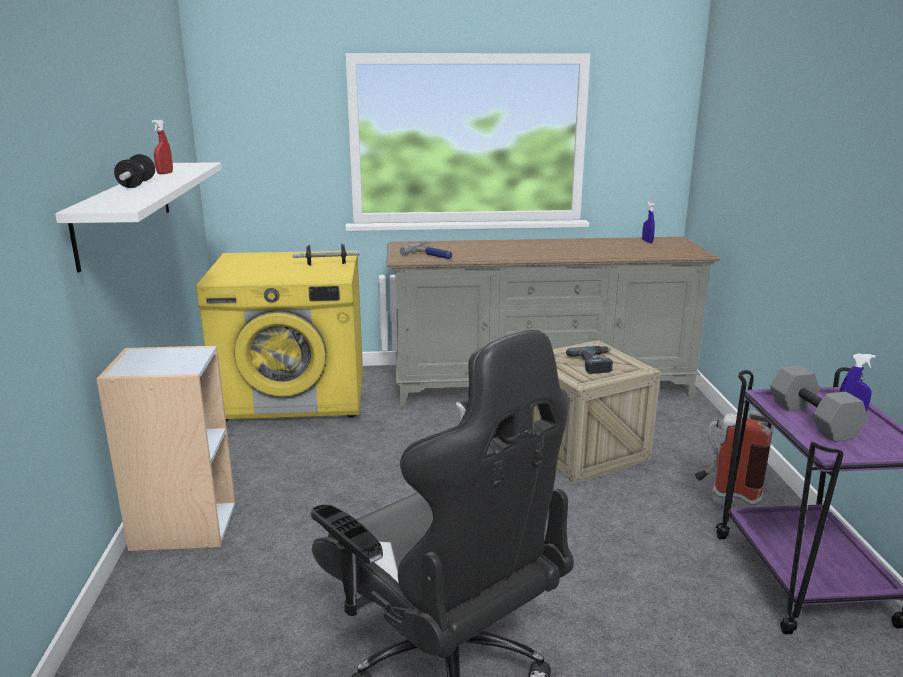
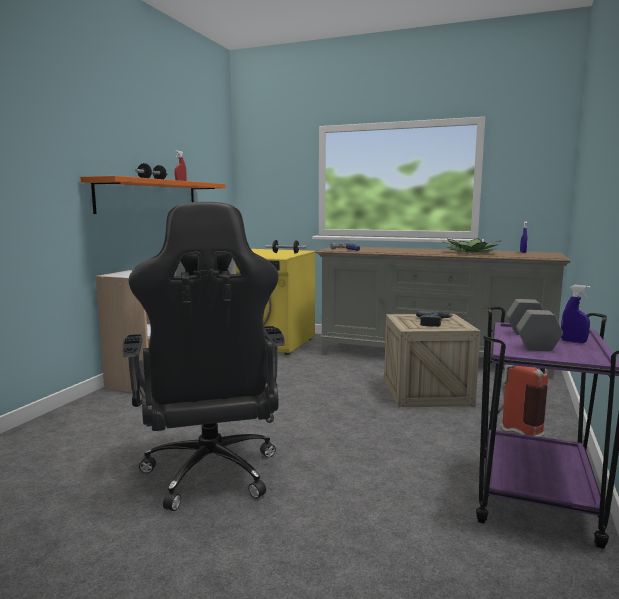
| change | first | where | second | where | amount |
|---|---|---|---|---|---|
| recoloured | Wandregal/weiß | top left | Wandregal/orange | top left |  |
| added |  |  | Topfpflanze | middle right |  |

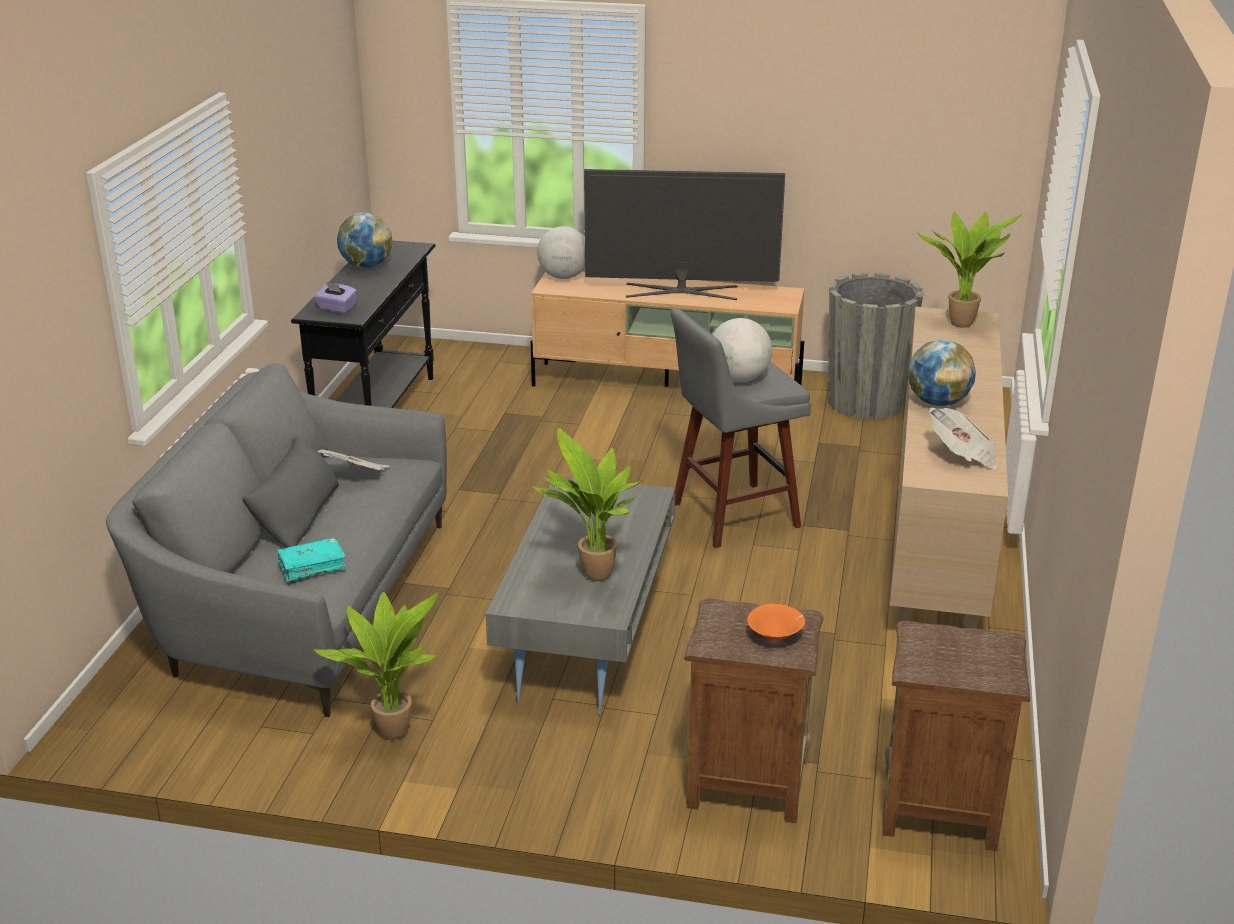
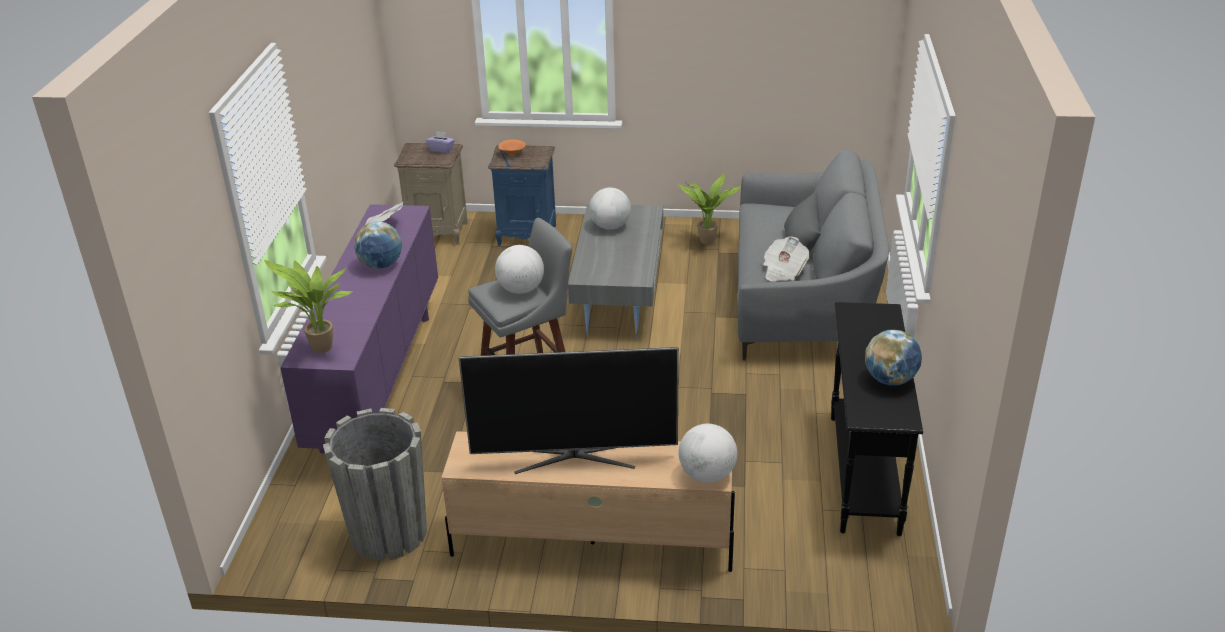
| change | first | where | second | where | amount |
|---|---|---|---|---|---|
| recoloured | Schrank/beige | middle right | Schrank/lila | middle left |  |
| moved | Taschentuchbox/lila | top left |  | top centre |  |
| recoloured | Nachttisch/beige (1st from left) | bottom centre | Nachttisch/blau | top centre |  |
| replaced | Topfpflanze (2nd from left) | centre | Globus (3rd from left) | top centre |  |
| removed | Buch/türkis | middle left |  |  |  |

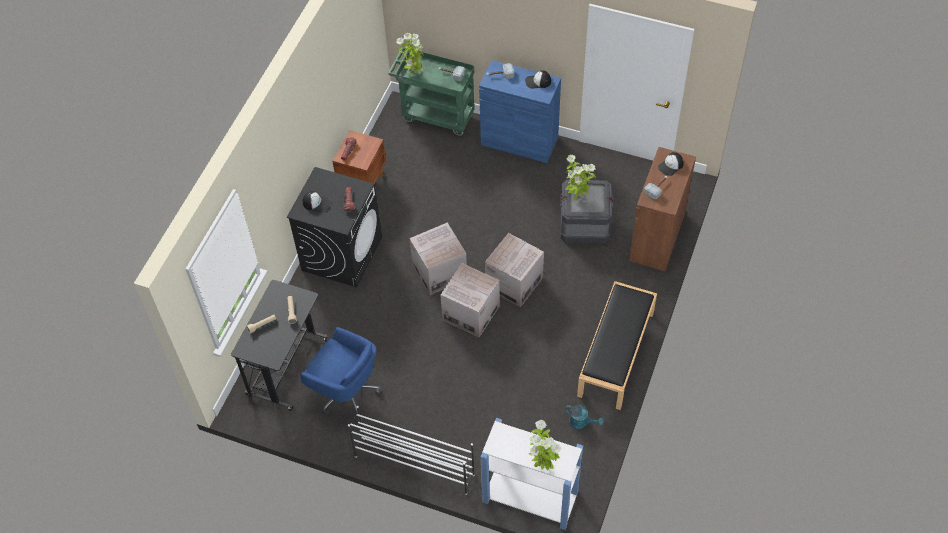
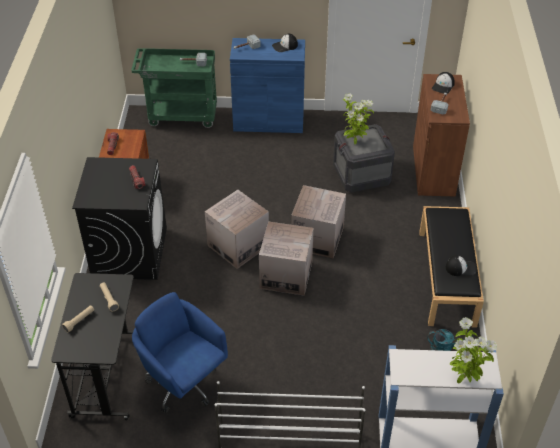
| change | first | where | second | where | amount |
|---|---|---|---|---|---|
| turned | Bürostuhl/blau | bottom centre |  | bottom left | 150 degrees counterclockwise |
| moved | Kappe (1st from left in the first image) | centre | Kappe (3rd from left) | middle right |  |
| removed | Topfpflanze (1st from left) | top centre |  |  |  |

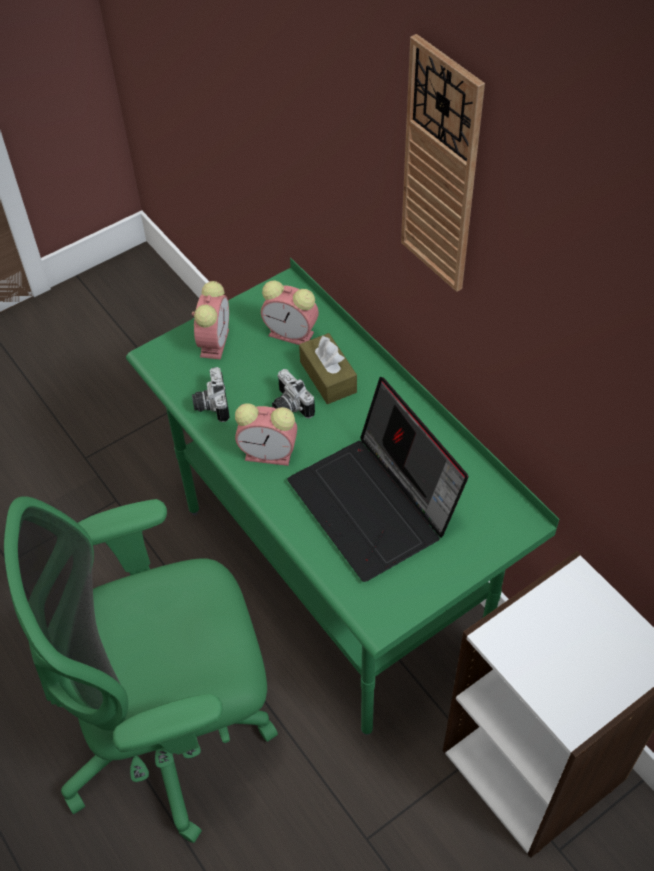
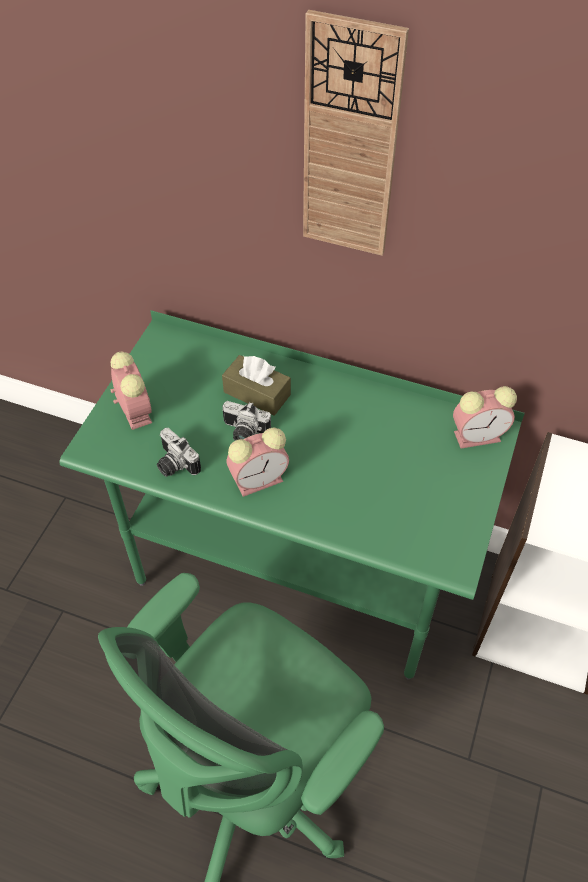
| change | first | where | second | where | amount |
|---|---|---|---|---|---|
| moved | Wecker (3rd from left) | centre |  | middle right |  |
| removed | Laptop | centre |  |  |  |

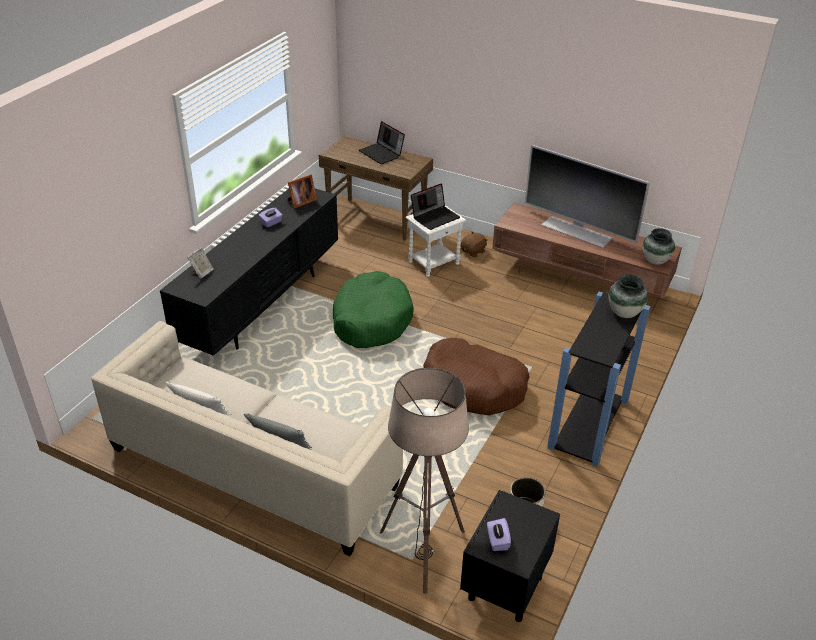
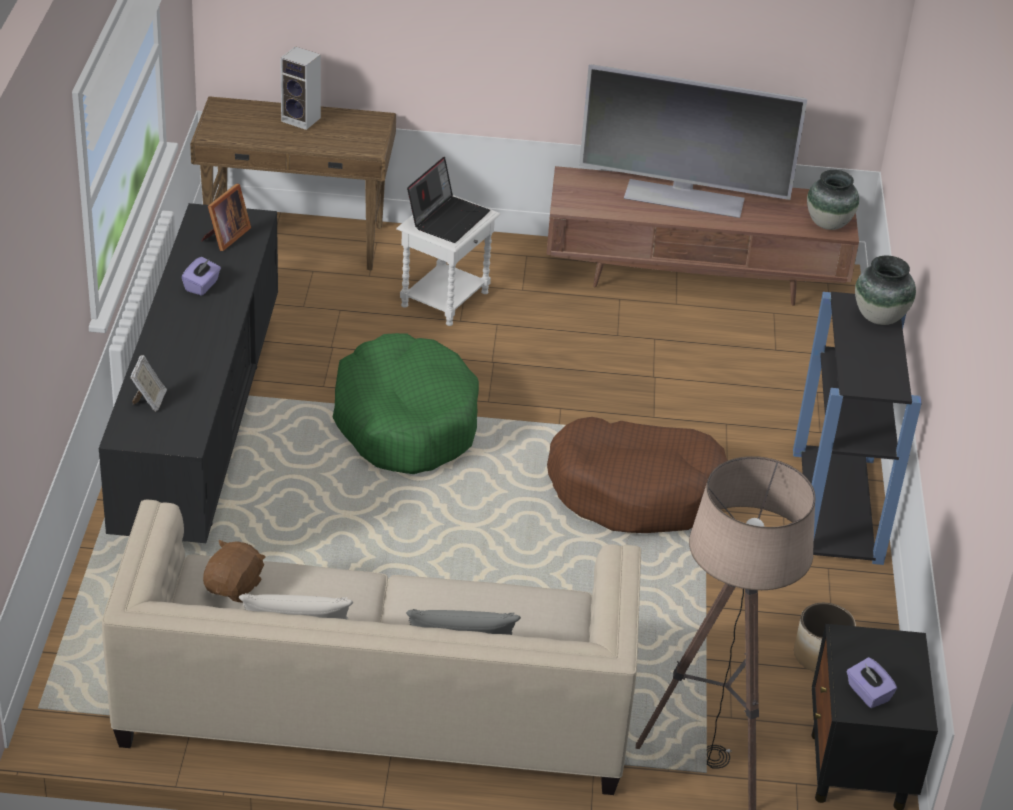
| change | first | where | second | where | amount |
|---|---|---|---|---|---|
| moved | Plüschtier/braun | centre |  | bottom left |  |
| replaced | Laptop (1st from left) | top centre | Lautsprecher | top left |  |

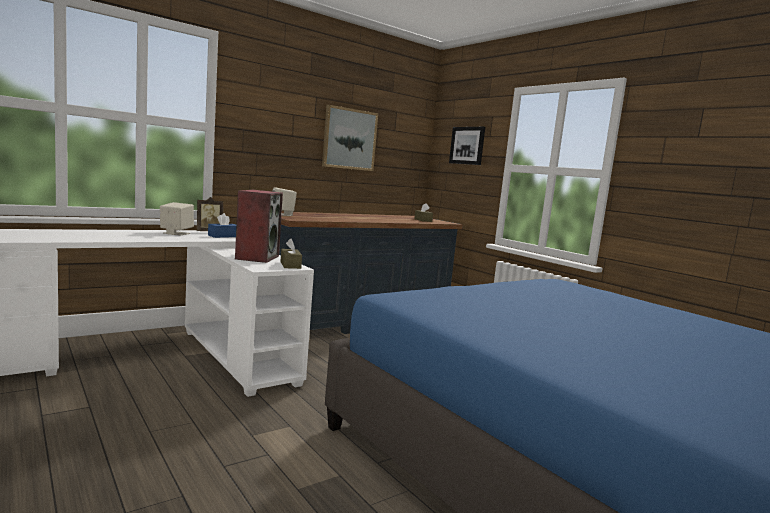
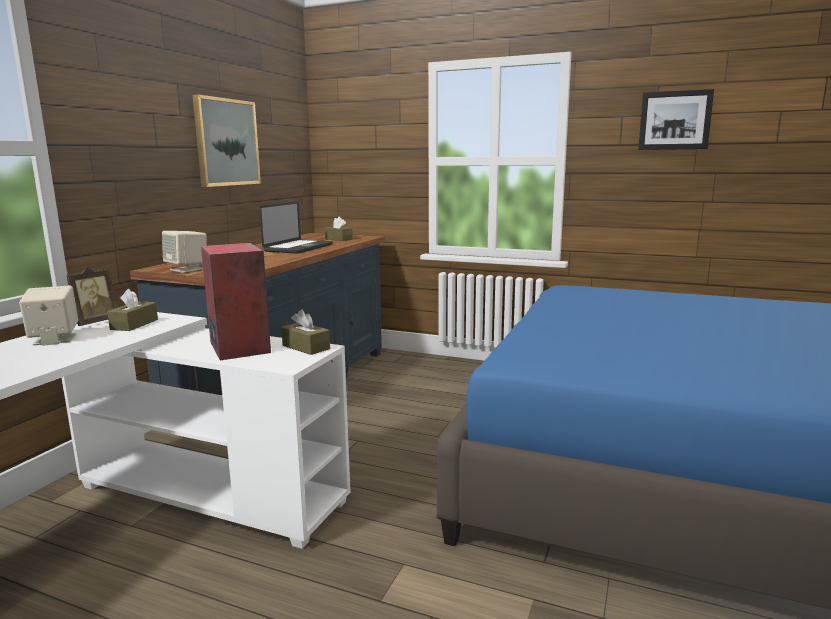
| change | first | where | second | where | amount |
|---|---|---|---|---|---|
| recoloured | Taschentuchbox/blau | middle left | Taschentuchbox/braun (1st from left) | middle left |  |
| added |  |  | Laptop | centre |  |
| moved | Bild (2nd from left) | top centre |  | top right |  |

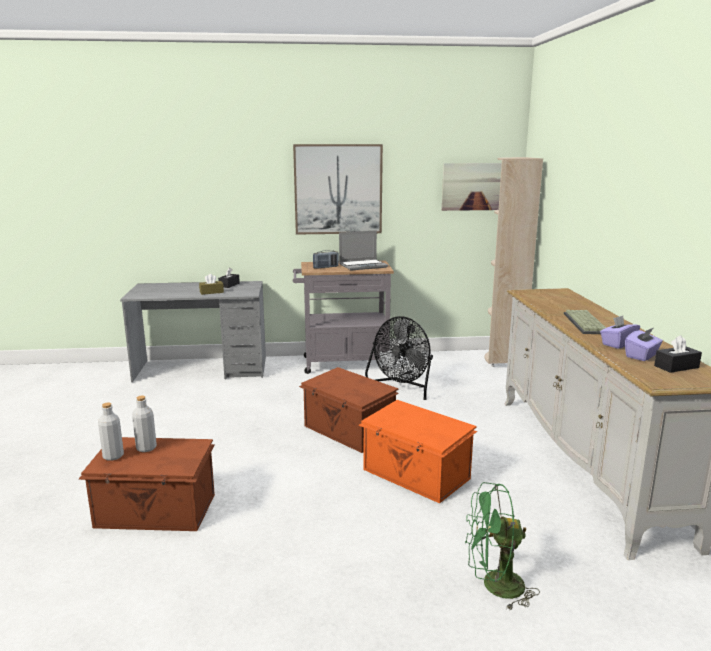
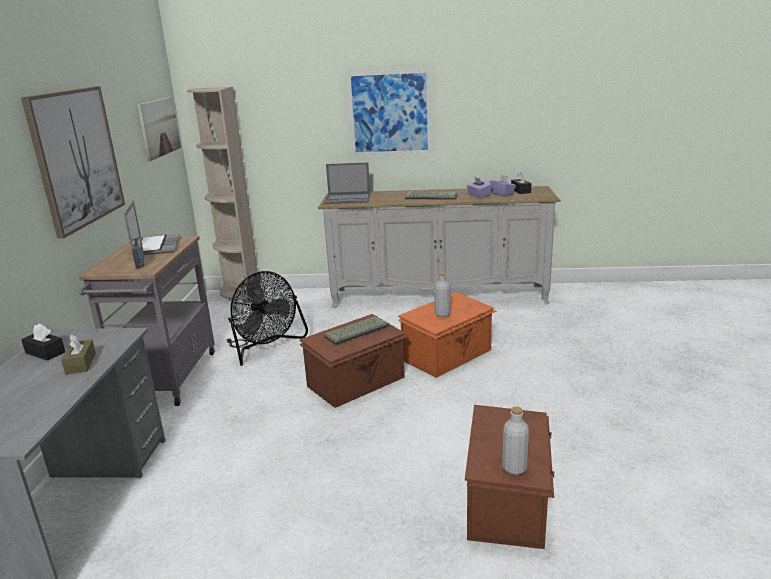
| change | first | where | second | where | amount |
|---|---|---|---|---|---|
| added |  |  | Laptop (2nd from left) | top centre |  |
| added |  |  | Tastatur (1st from left) | centre |  |
| added |  |  | Bild (3rd from left) | top centre |  |
| moved | Flasche/grau (2nd from left in the first image) | middle left | Flasche/grau (1st from left) | centre |  |
| removed | Ventilator/grün | bottom right |  |  |  |

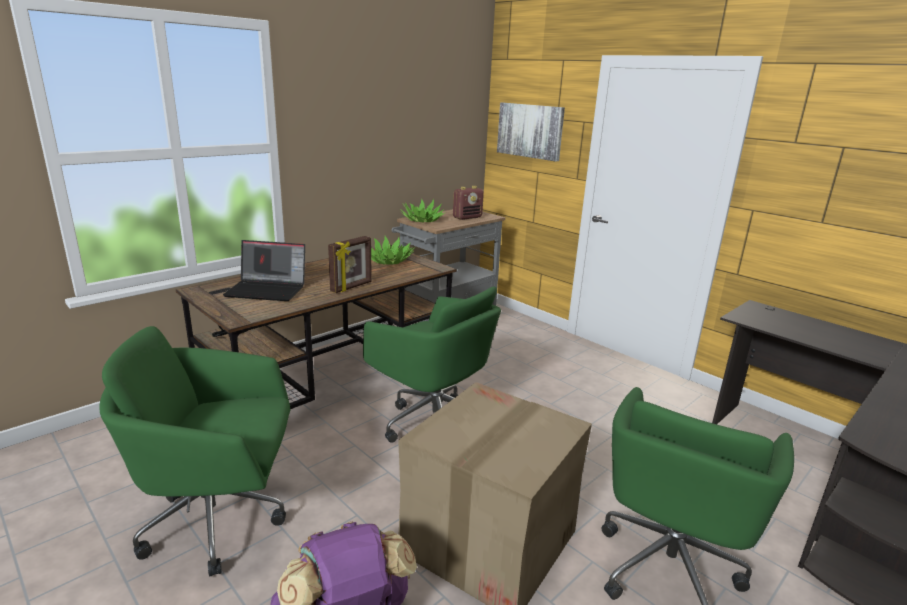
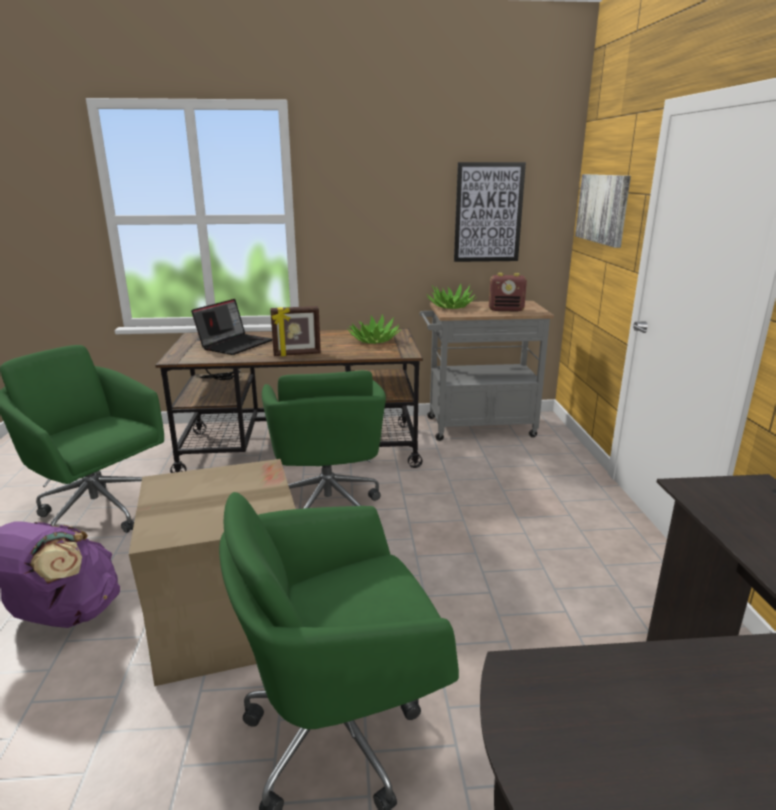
| change | first | where | second | where | amount |
|---|---|---|---|---|---|
| turned | Laptop | middle left |  | middle left | 105 degrees counterclockwise |
| added |  |  | Bild (1st from left) | top centre |  |

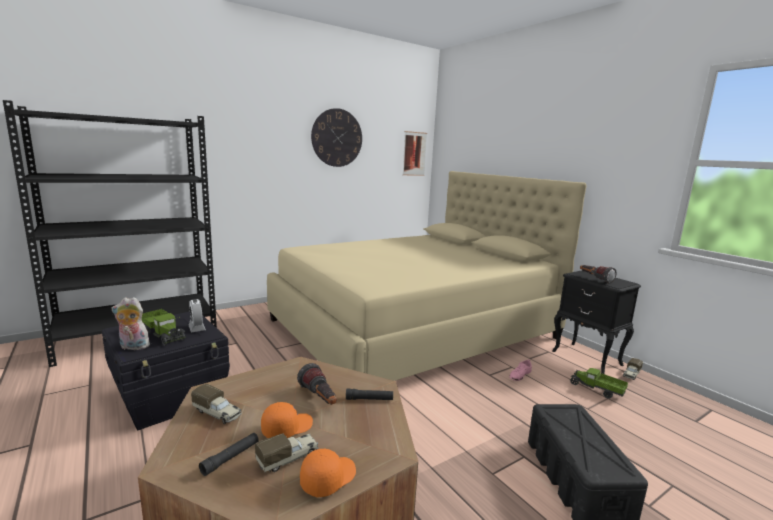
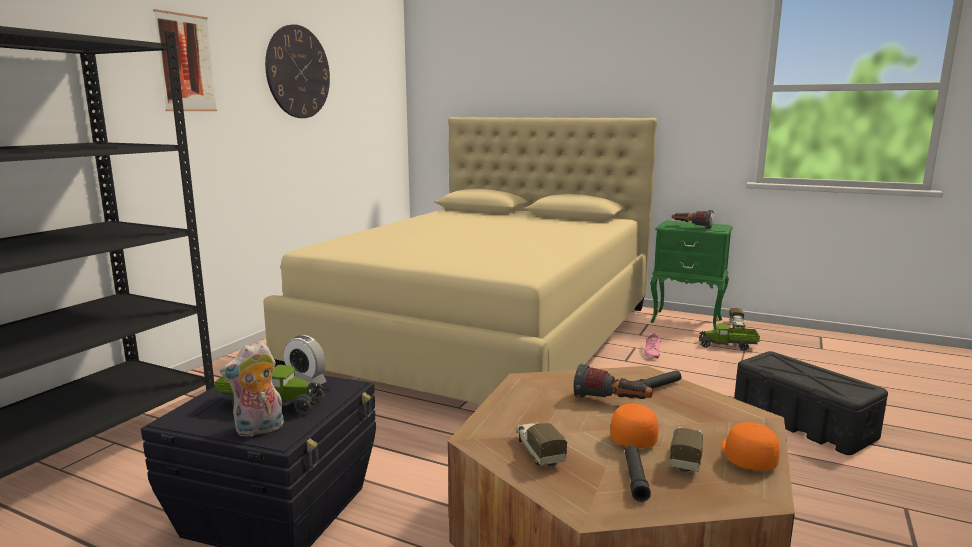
| change | first | where | second | where | amount |
|---|---|---|---|---|---|
| moved | Bild | top centre |  | top left |  |
| turned | Spielzeuglaster (2nd from left) | bottom left |  | bottom centre | 105 degrees counterclockwise |
| recoloured | Nachttisch/schwarz | middle right | Nachttisch/grün | middle right |  |

